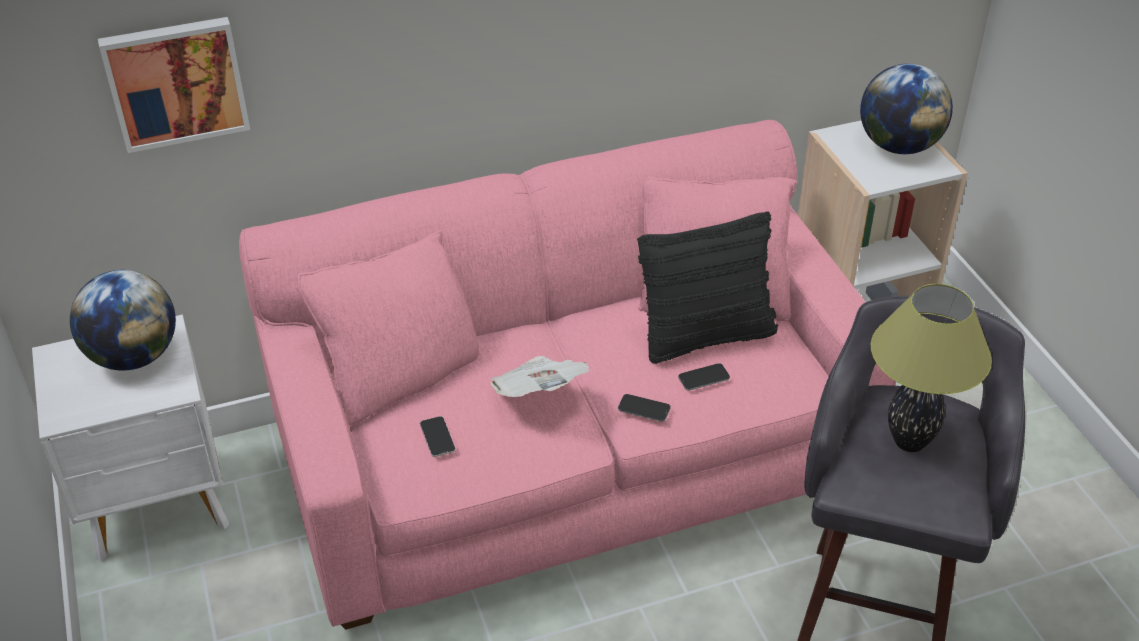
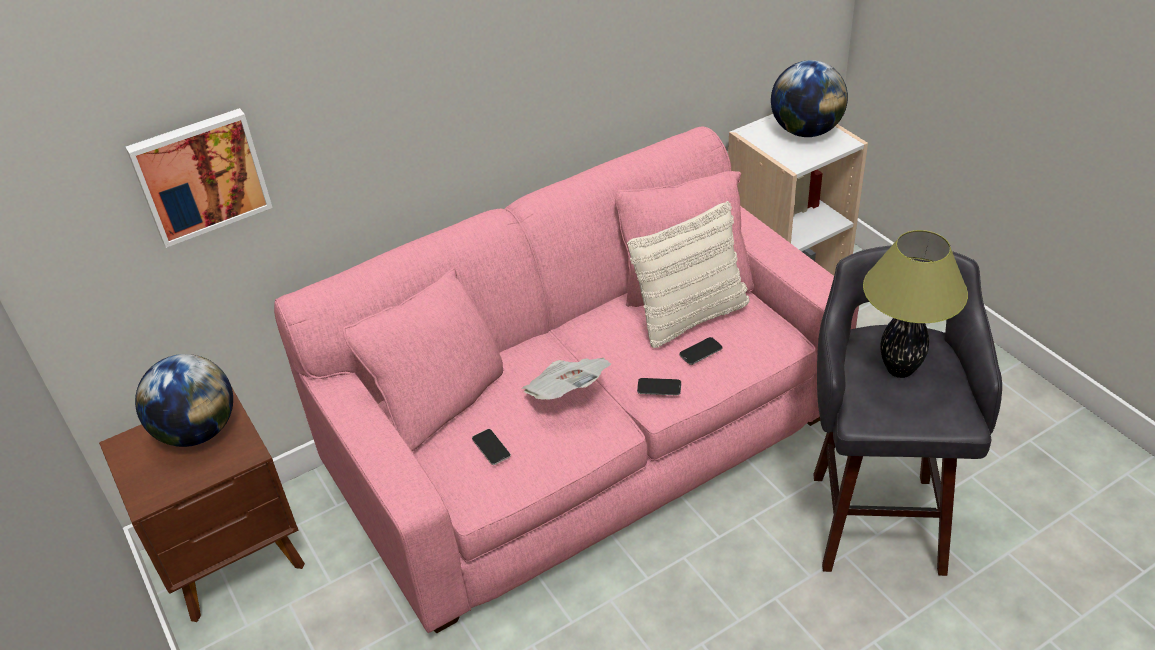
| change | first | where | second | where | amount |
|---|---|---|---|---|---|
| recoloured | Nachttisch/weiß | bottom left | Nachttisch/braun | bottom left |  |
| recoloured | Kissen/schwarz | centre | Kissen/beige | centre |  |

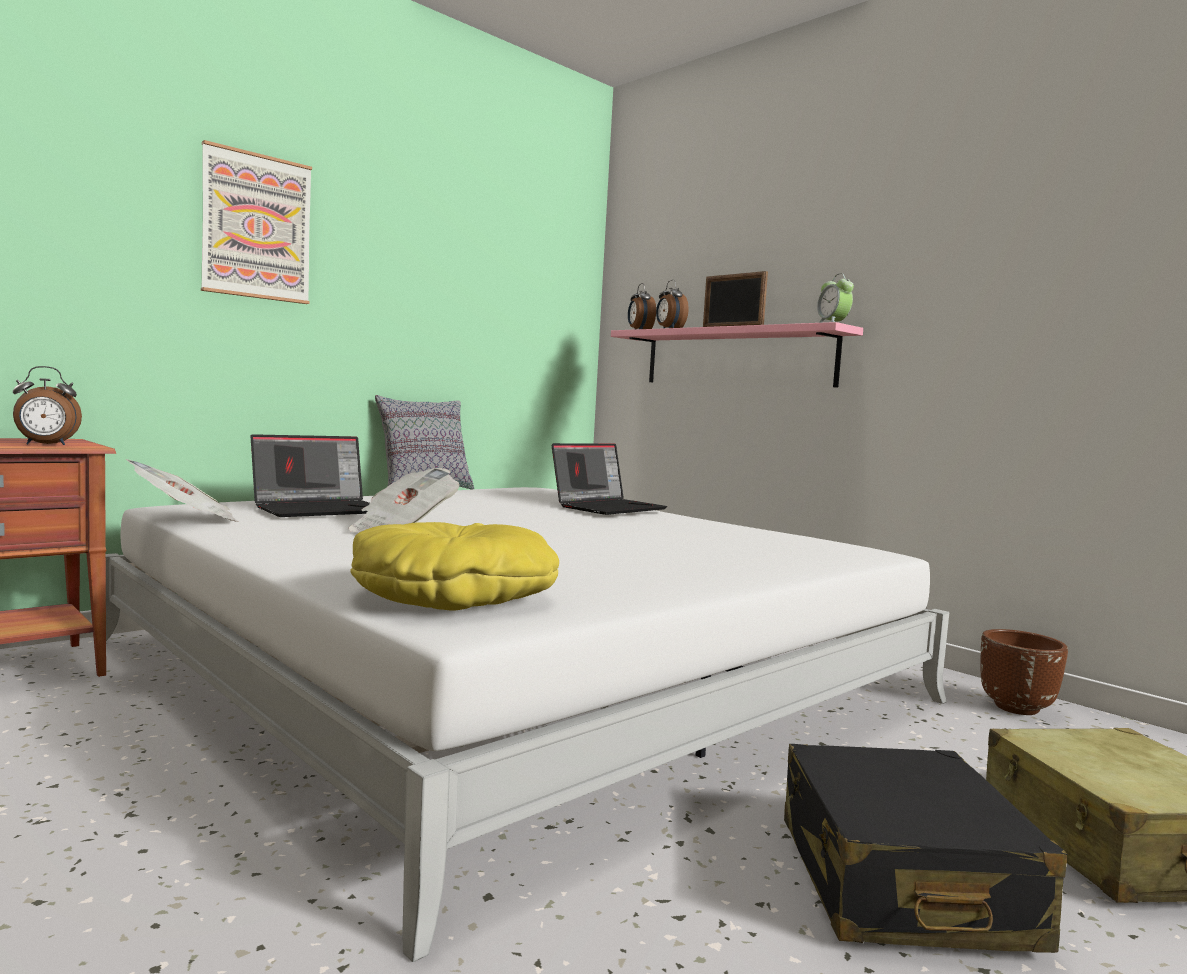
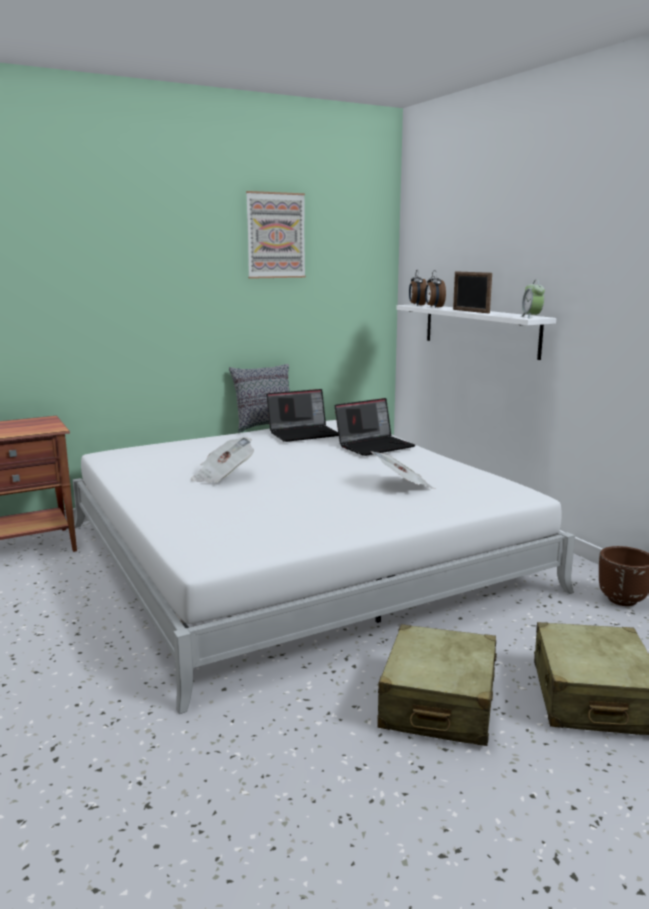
| change | first | where | second | where | amount |
|---|---|---|---|---|---|
| moved | Bild | top left |  | top centre |  |
| moved | Laptop (1st from left) | middle left |  | centre |  |
| moved | Zeitung (1st from left in the first image) | middle left | Zeitung (2nd from left) | centre |  |
| recoloured | Koffer/schwarz | bottom right | Koffer/beige (1st from left) | bottom right |  |
| recoloured | Wandregal/rosa | centre | Wandregal/weiß | middle right |  |
| removed | Wecker (1st from left) | middle left |  |  |  |
| removed | Kissen/gelb | centre |  |  |  |

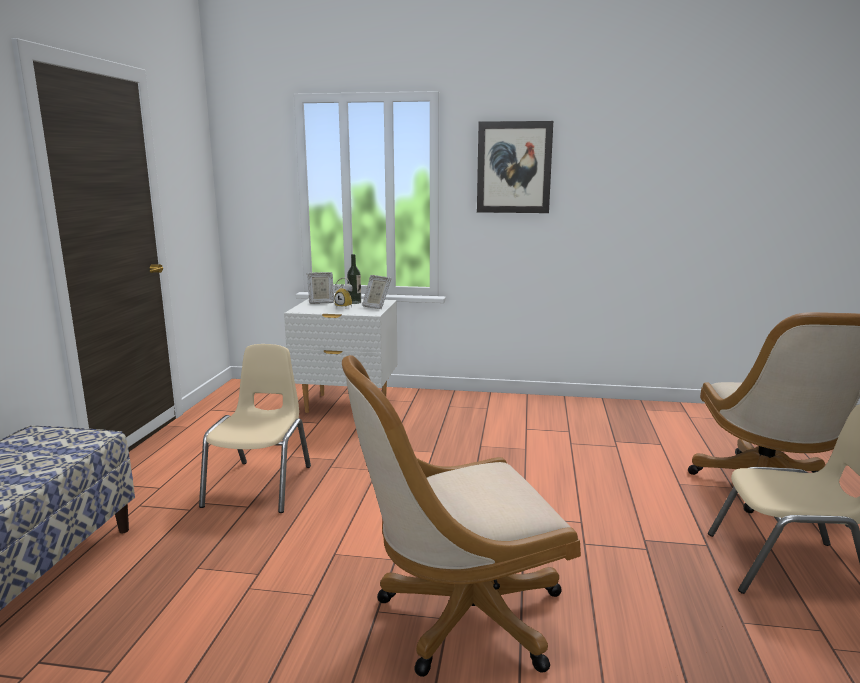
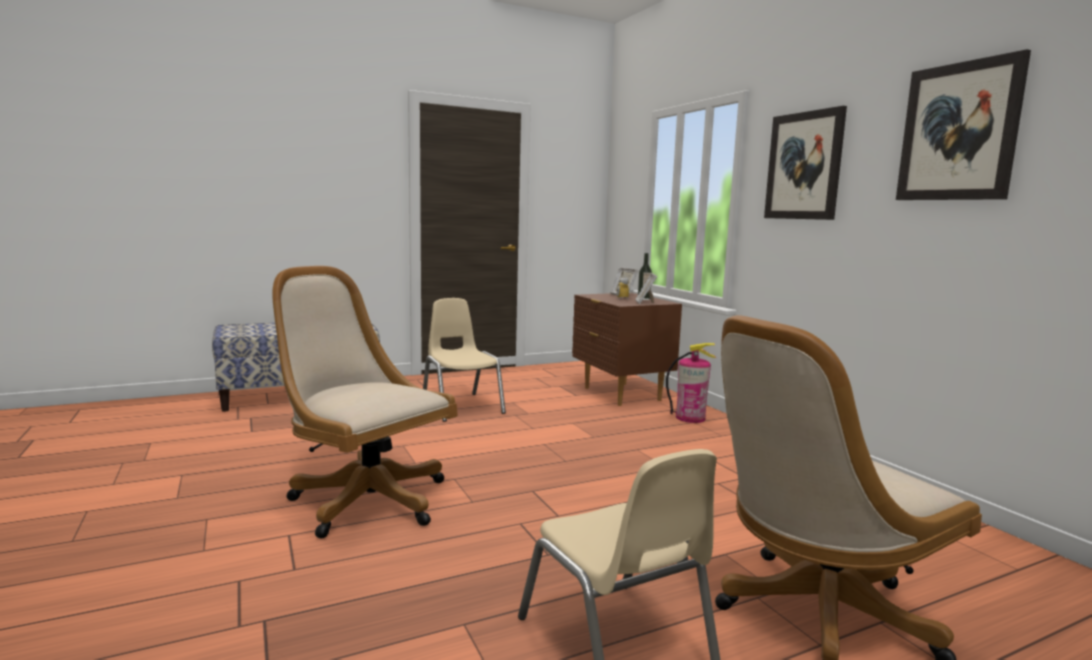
| change | first | where | second | where | amount |
|---|---|---|---|---|---|
| turned | Stuhl/beige (1st from left) | middle left |  | centre | 90 degrees counterclockwise |
| recoloured | Nachttisch/weiß | centre | Nachttisch/braun | centre |  |
| added |  |  | Feuerlöscher | centre |  |
| added |  |  | Bild (2nd from left) | top right |  |

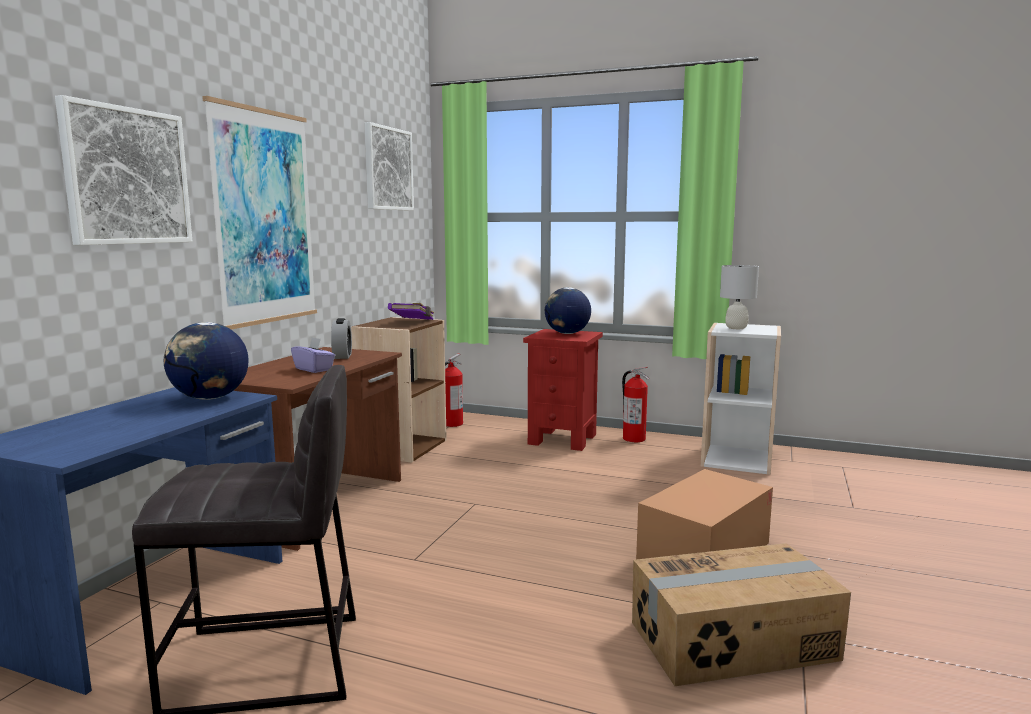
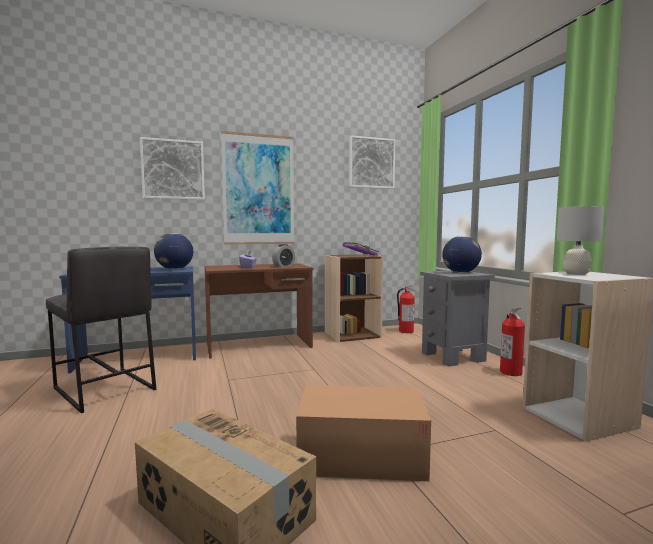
| change | first | where | second | where | amount |
|---|---|---|---|---|---|
| recoloured | Nachttisch/rot | centre | Nachttisch/grau | middle right |  |

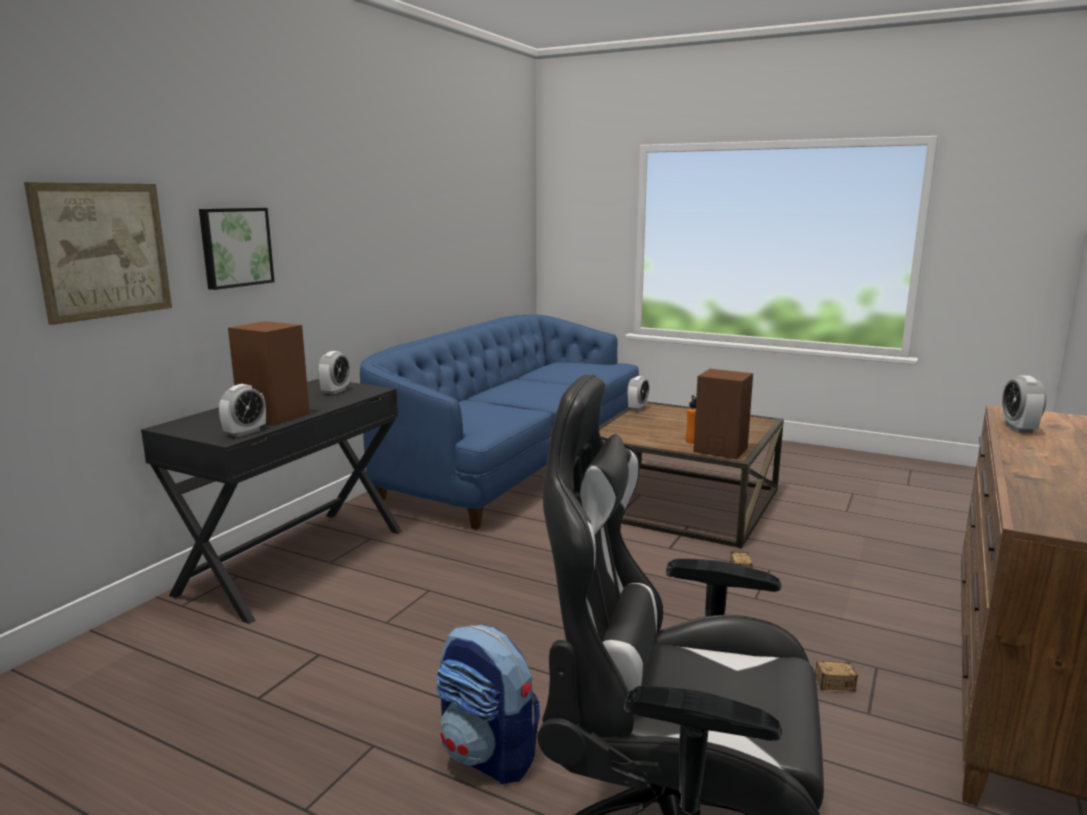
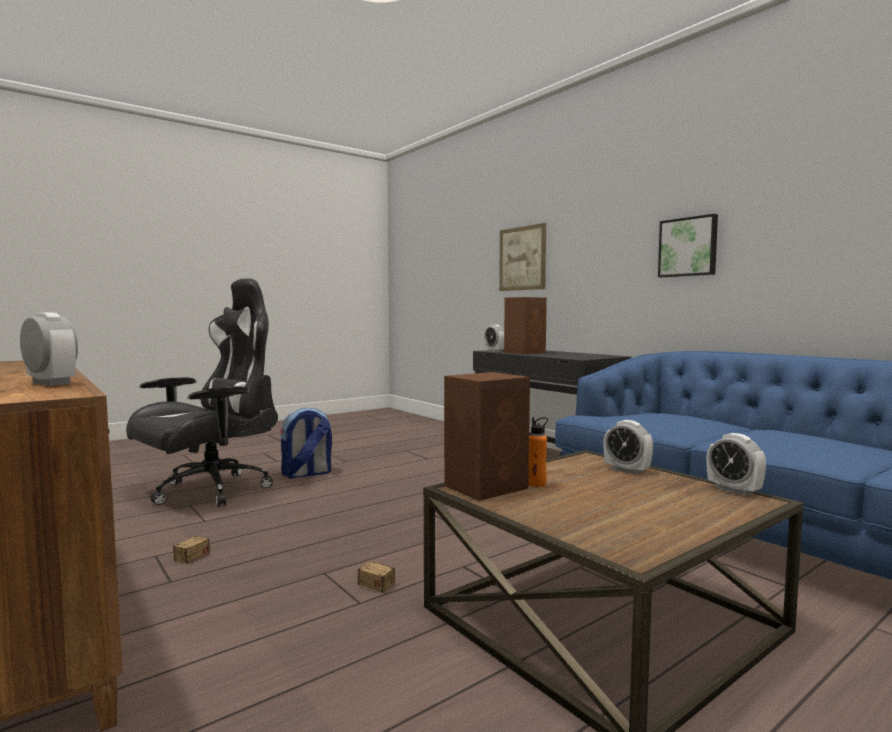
| change | first | where | second | where | amount |
|---|---|---|---|---|---|
| moved | Wecker (2nd from left in the first image) | middle left | Wecker (3rd from left) | middle right |  |
| moved | Bild (2nd from left) | top left |  | middle right |  |

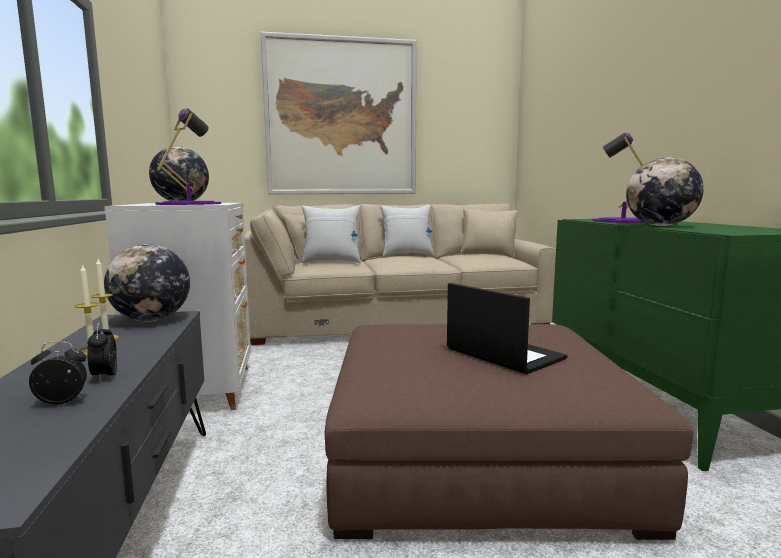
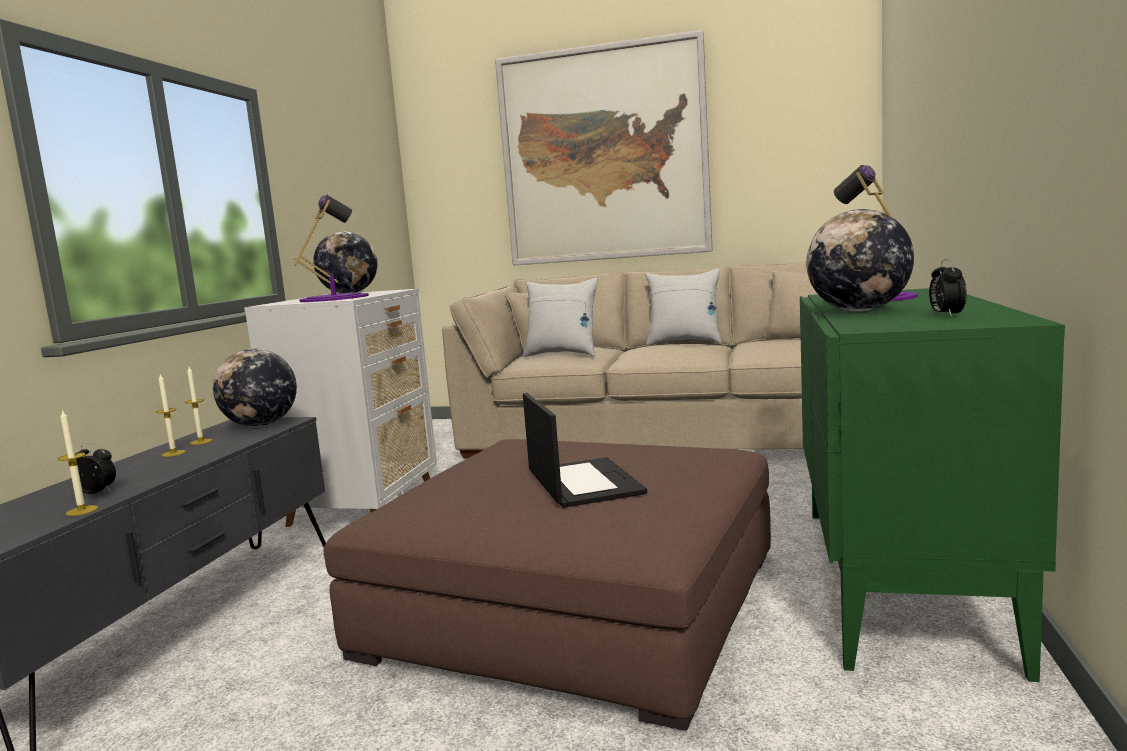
| change | first | where | second | where | amount |
|---|---|---|---|---|---|
| added |  |  | Kerze (1st from left) | middle left |  |
| moved | Wecker (2nd from left) | middle left |  | middle right |  |

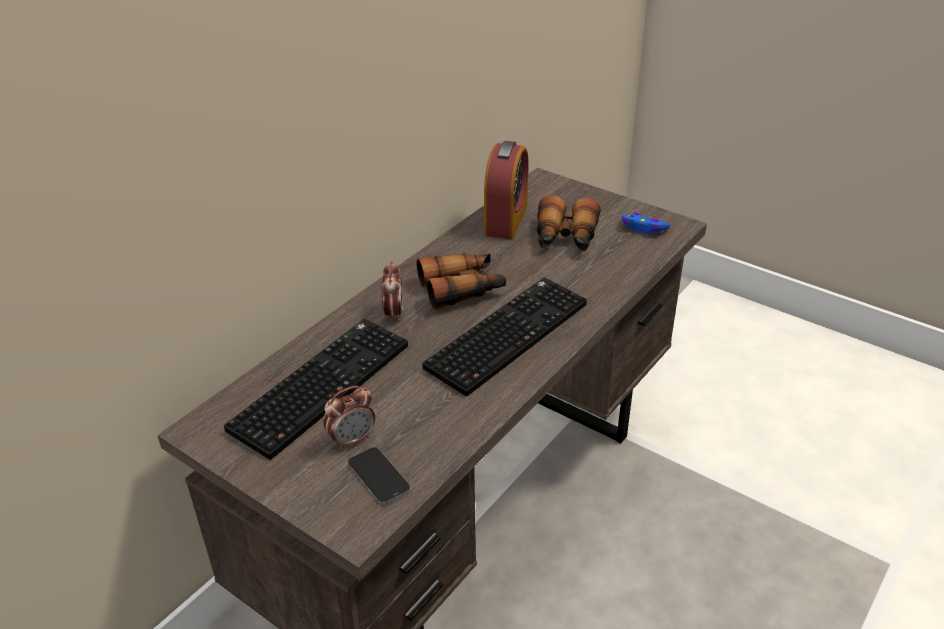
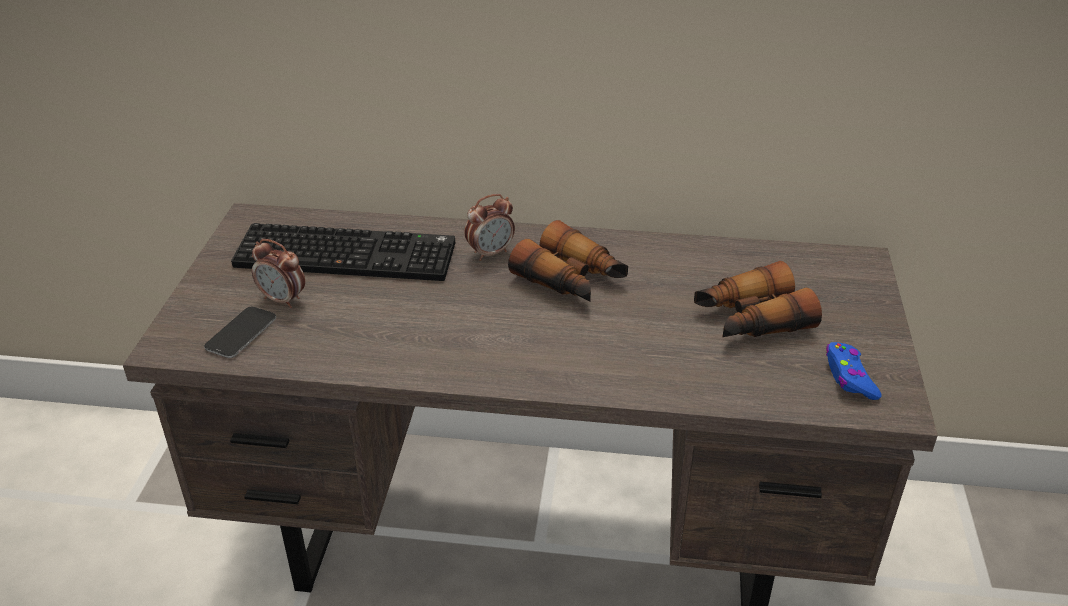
| change | first | where | second | where | amount |
|---|---|---|---|---|---|
| removed | Tastatur (2nd from left) | centre |  |  |  |
| removed | Wecker (3rd from left) | top centre |  |  |  |

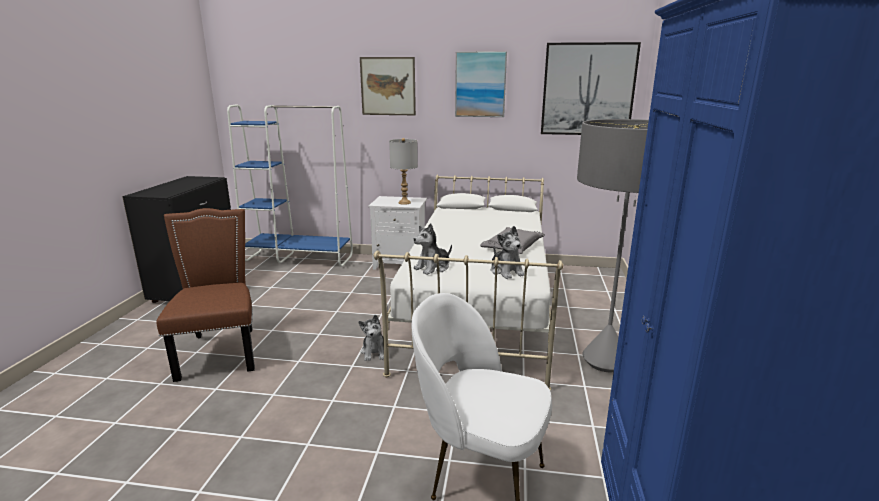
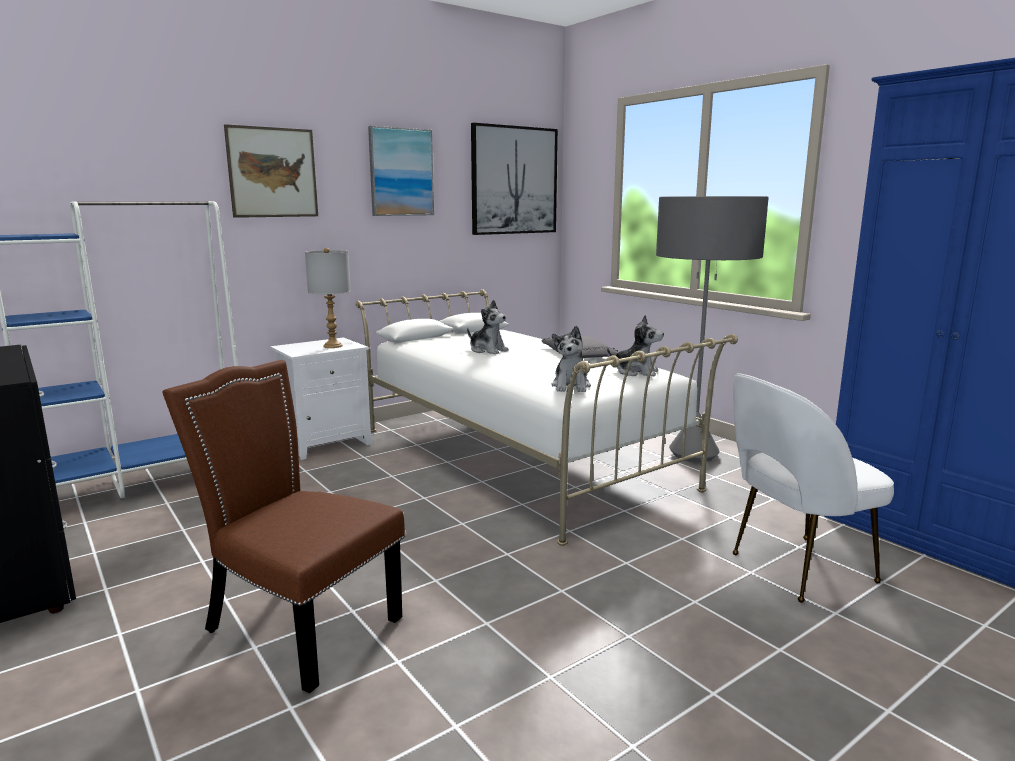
| change | first | where | second | where | amount |
|---|---|---|---|---|---|
| moved | Plüschtier (1st from left) | bottom centre |  | centre |  |

